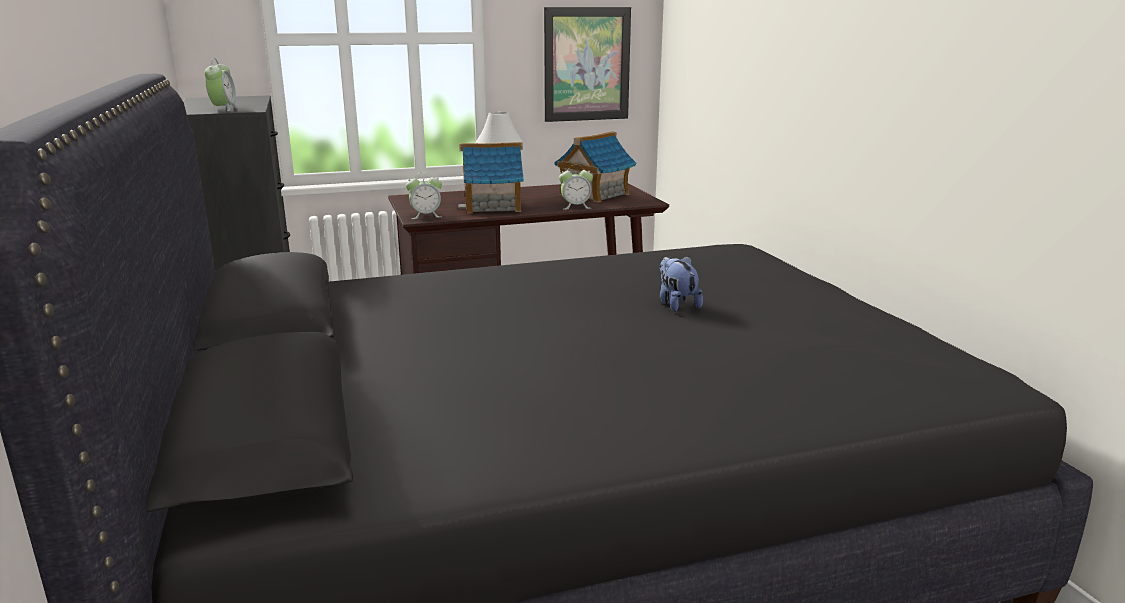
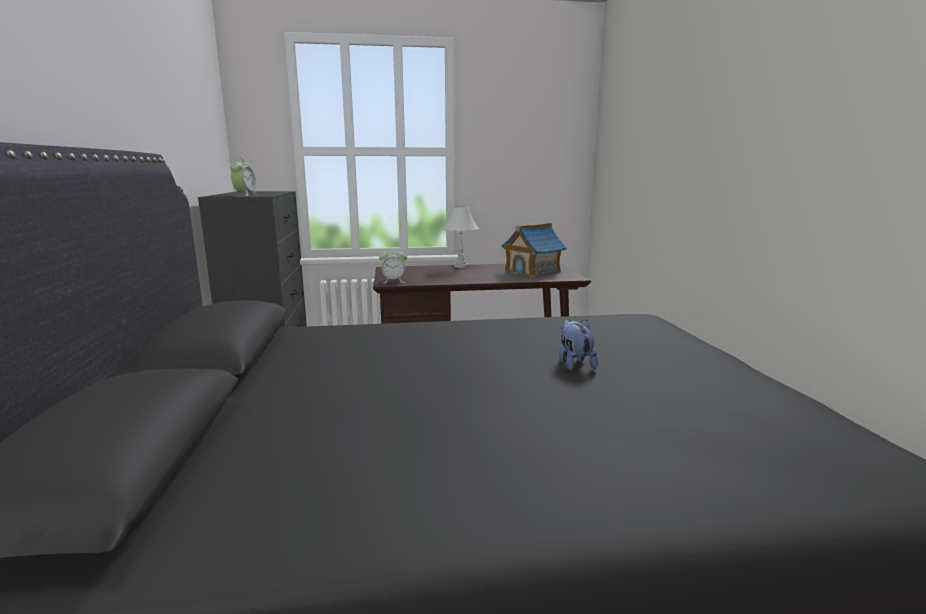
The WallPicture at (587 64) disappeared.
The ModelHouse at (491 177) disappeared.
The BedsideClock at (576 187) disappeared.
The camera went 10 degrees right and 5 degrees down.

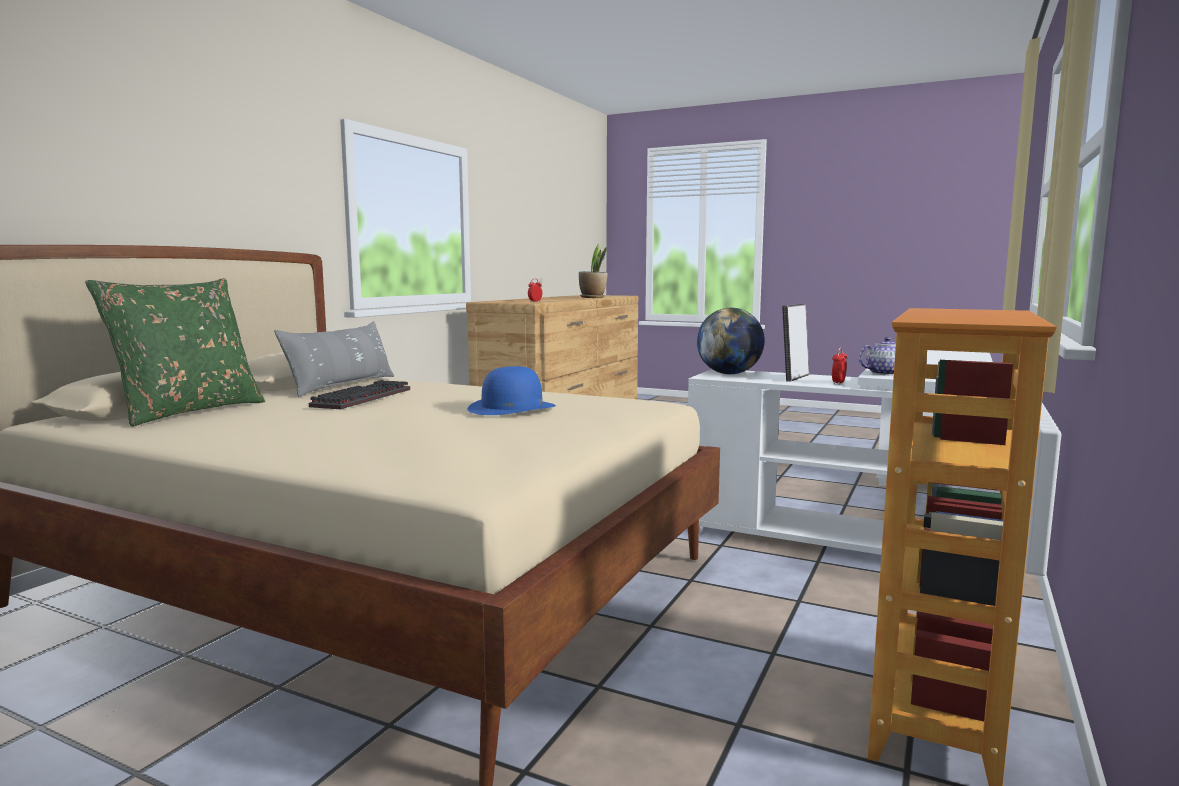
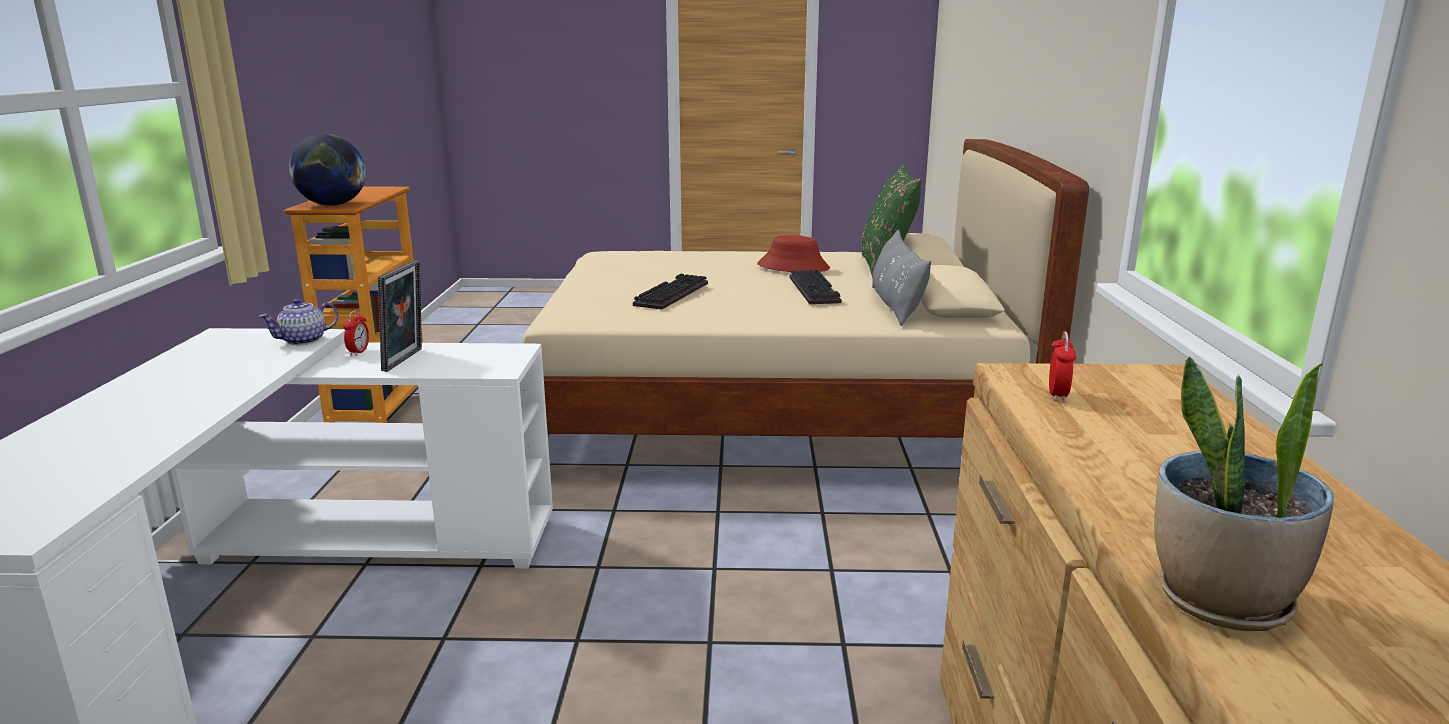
The Globe moved from (731 341) to (327 170).
The BluishClothingHat at (511 390) was replaced by the PcKeyboard at (670 291).
The RedColouredClothingHat at (793 253) appeared.
The camera went 155 degrees right and 10 degrees up.

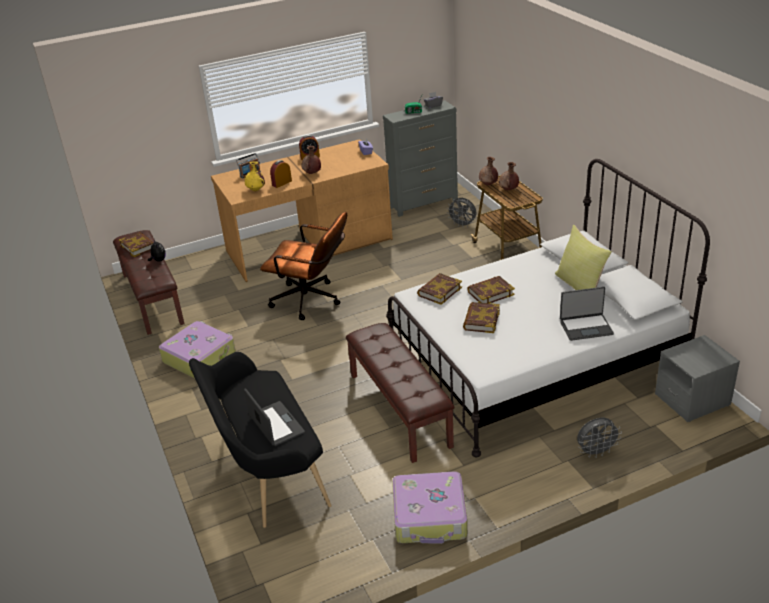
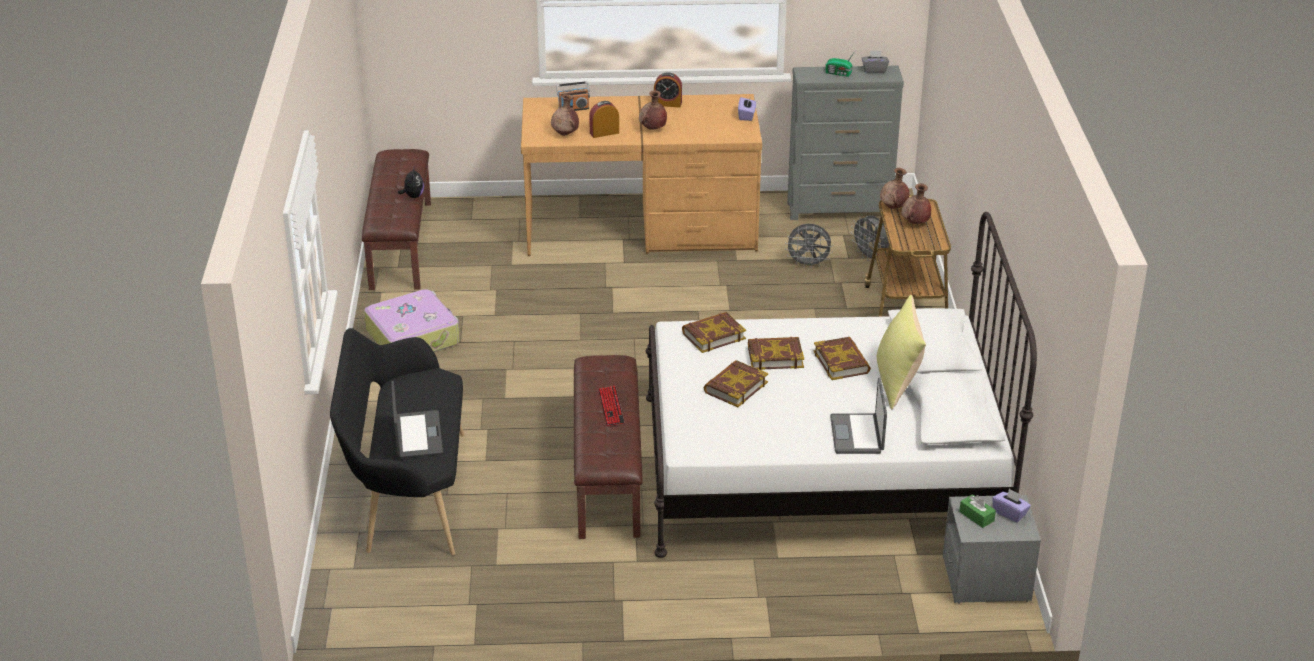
The YellowishFlowerVase at (254 176) became the BrownColouredFlowerVase at (565 115).
The BrownColouredComputerChair at (303 266) disappeared.
The Book moved from (136 244) to (842 358).
The PortableComputer at (587 314) turned 75 degrees clockwise.
The GreyFan moved from (599 438) to (809 246).
The TravelCase at (430 507) disappeared.
The PcKeyboard at (611 406) appeared.
The PurpleTissueHolder at (1011 505) appeared.
The GreenishTissueHolder at (977 511) appeared.
The camera went 20 degrees right and 0 degrees up.

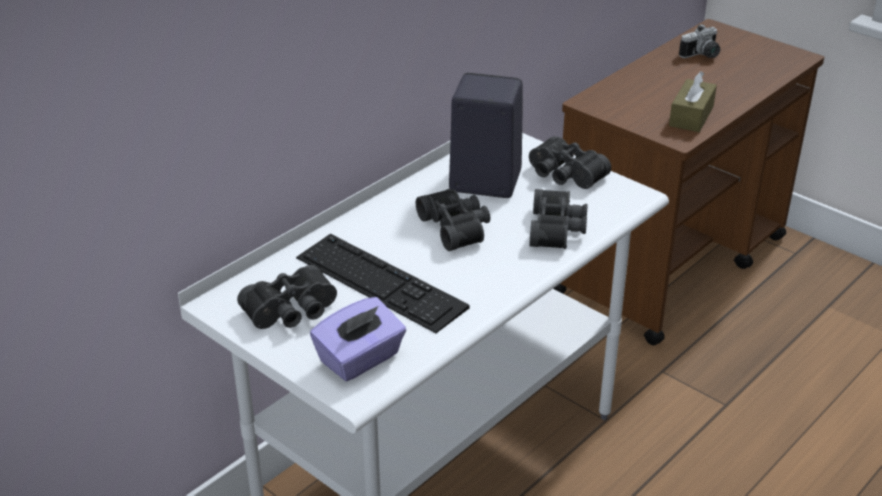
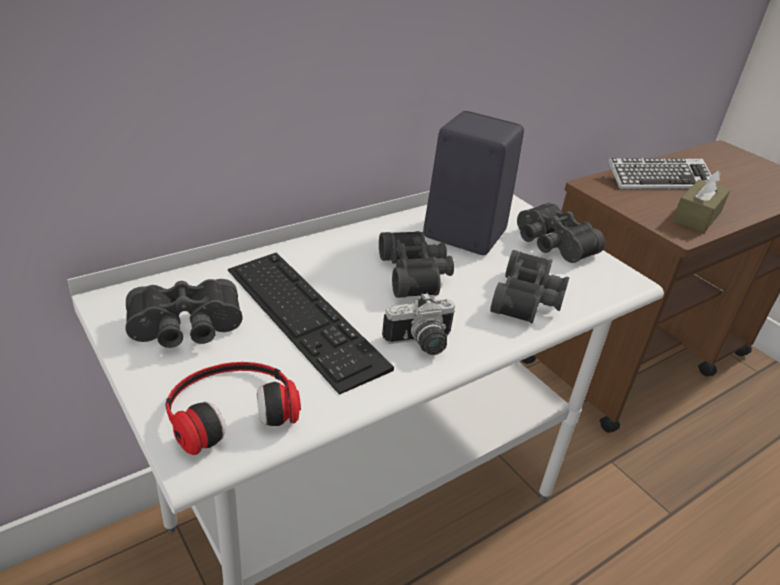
The PhotoCamera moved from (699 41) to (418 324).
The PurpleTissueHolder at (358 339) was replaced by the PairOfHeadphones at (233 408).
The PcKeyboard at (660 174) appeared.
The camera went 10 degrees right and 0 degrees up.

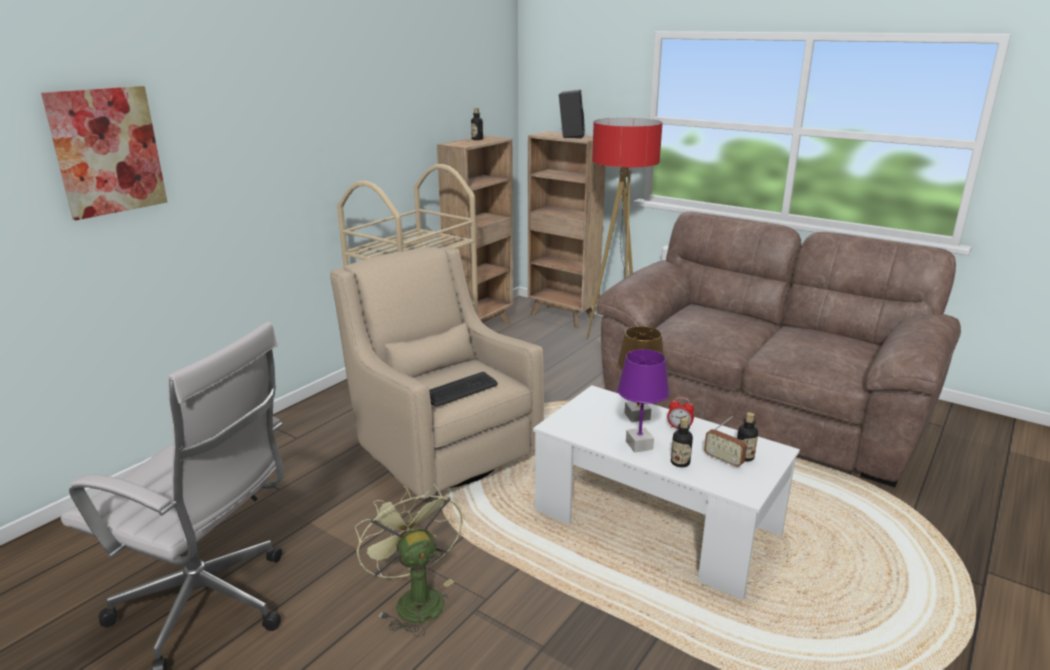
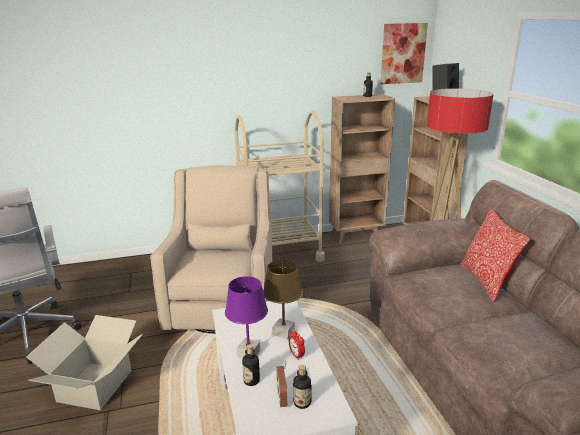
The WallPicture moved from (104 153) to (404 53).
The PcKeyboard at (463 389) disappeared.
The GreenishFan at (409 560) was replaced by the CardboardBox at (84 362).
The Pillow at (495 255) appeared.
The camera went 40 degrees right and 0 degrees up.

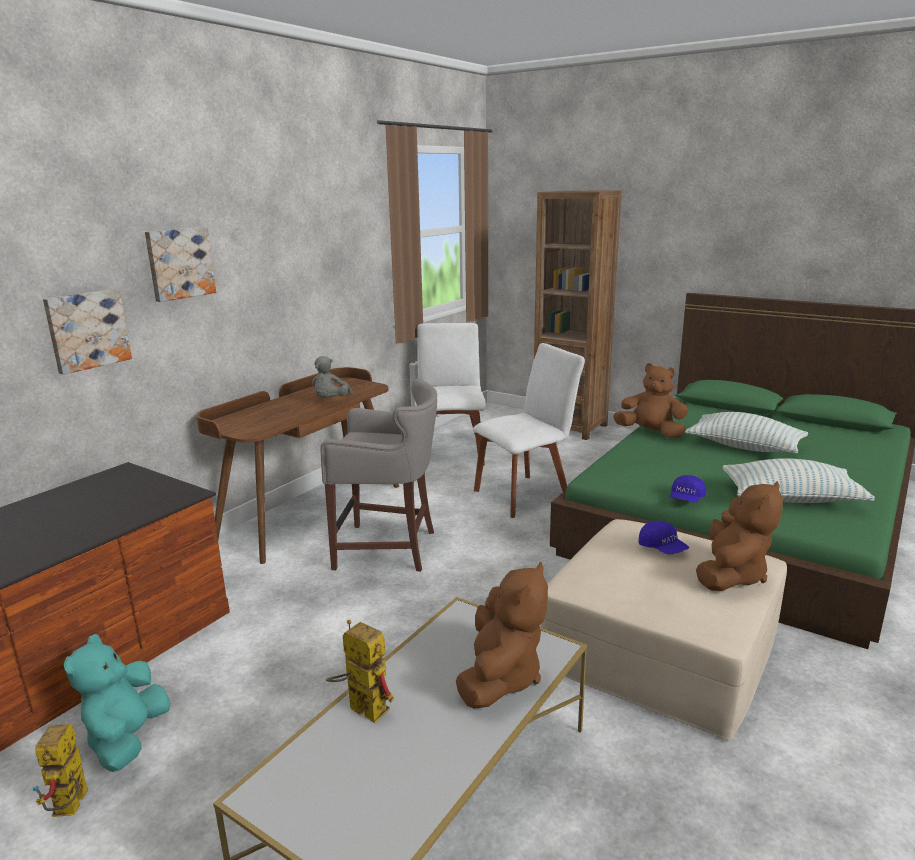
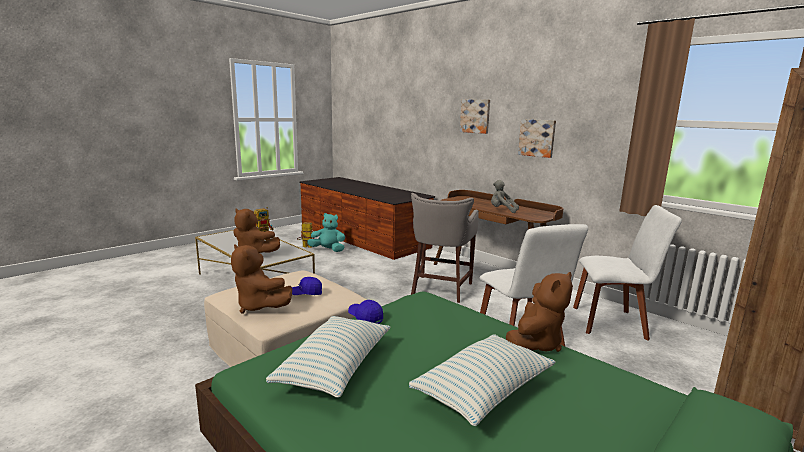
The WallPicture moved from (87 332) to (537 138).
The camera went 100 degrees right and 5 degrees down.

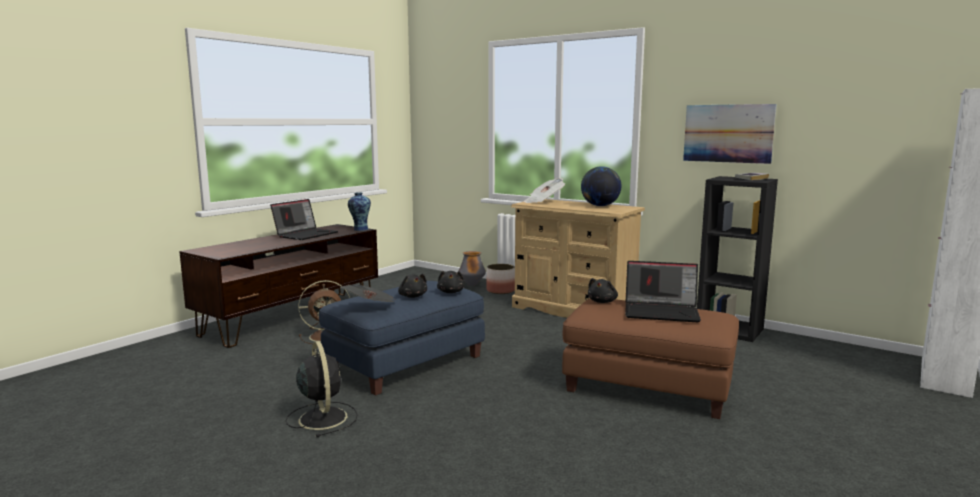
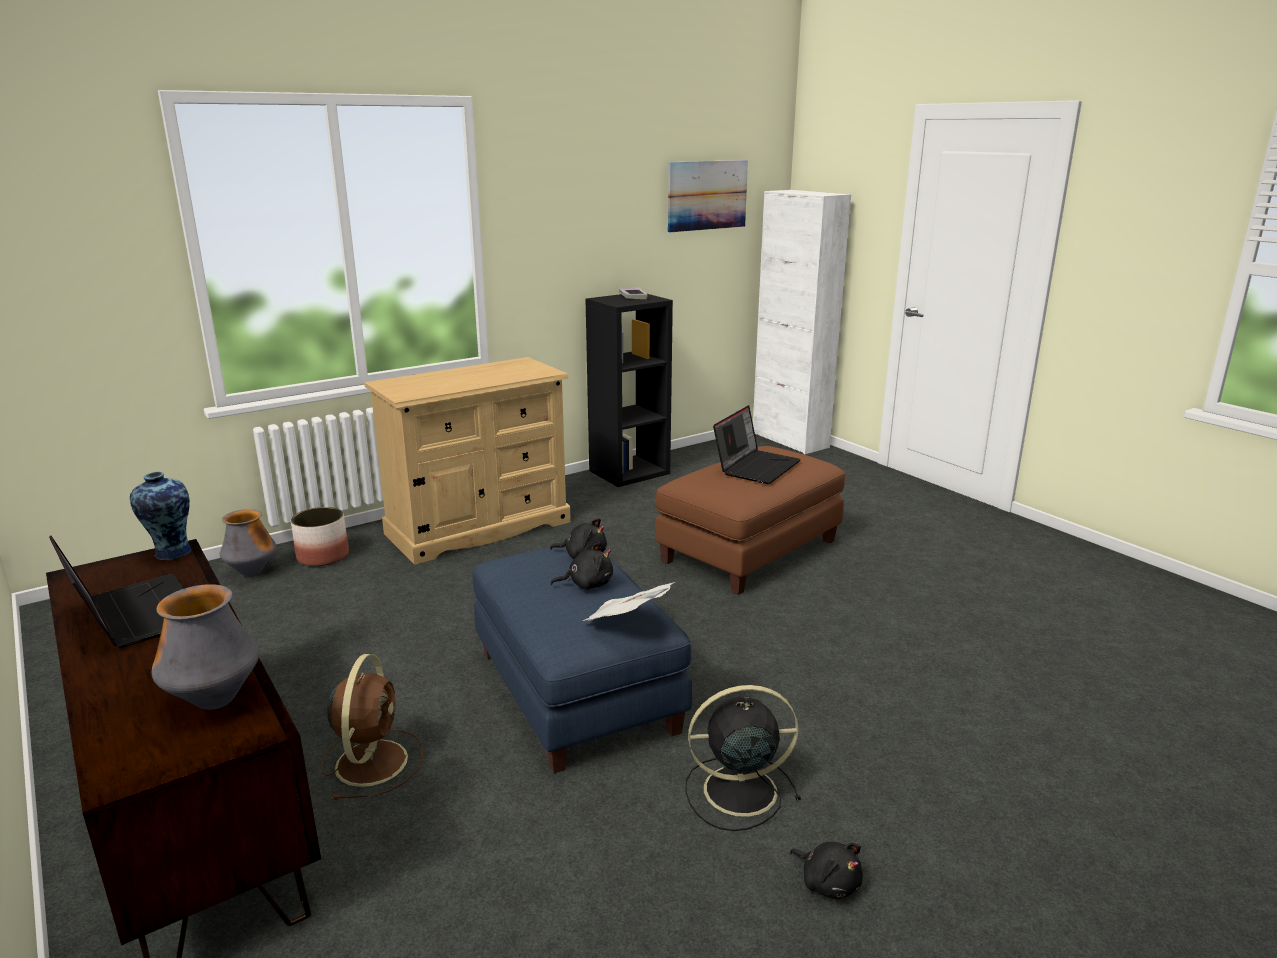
The WallPicture moved from (730 134) to (708 196).
The Globe at (601 186) disappeared.
The Newspaper at (544 190) disappeared.
The BlackColouredPlushToy moved from (603 290) to (826 870).
The FlowerVase at (205 647) appeared.
The camera went 70 degrees left and 10 degrees up.

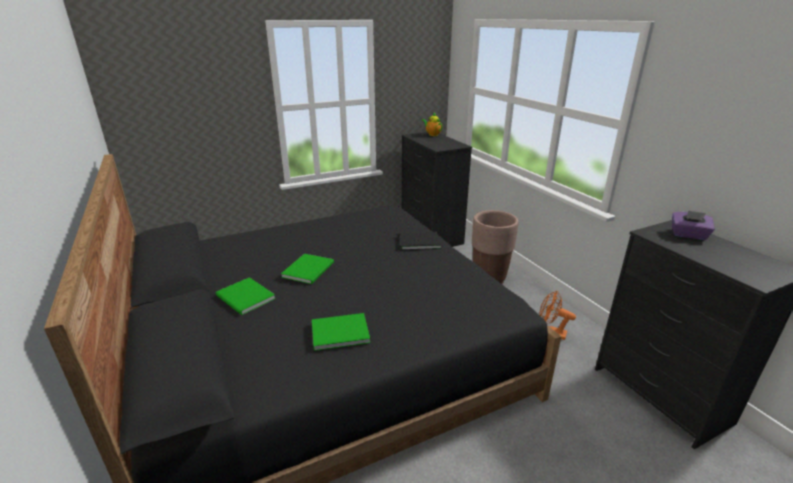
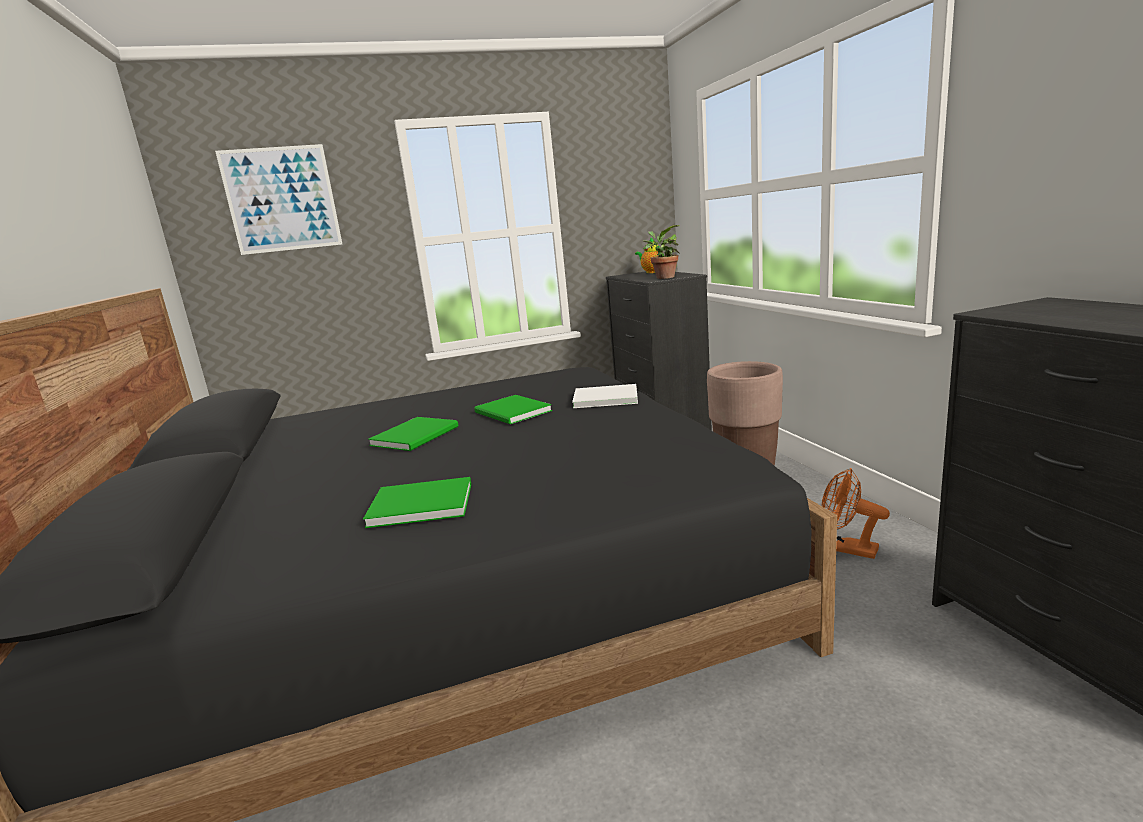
The PurpleTissueHolder at (693 225) disappeared.
The BlackColouredBook at (420 241) became the WhiteColouredBook at (605 396).
The GreenishBook moved from (246 296) to (513 409).
The WallPicture at (278 199) appeared.
The Houseplant at (661 252) appeared.
The camera went 10 degrees right and 10 degrees down.

